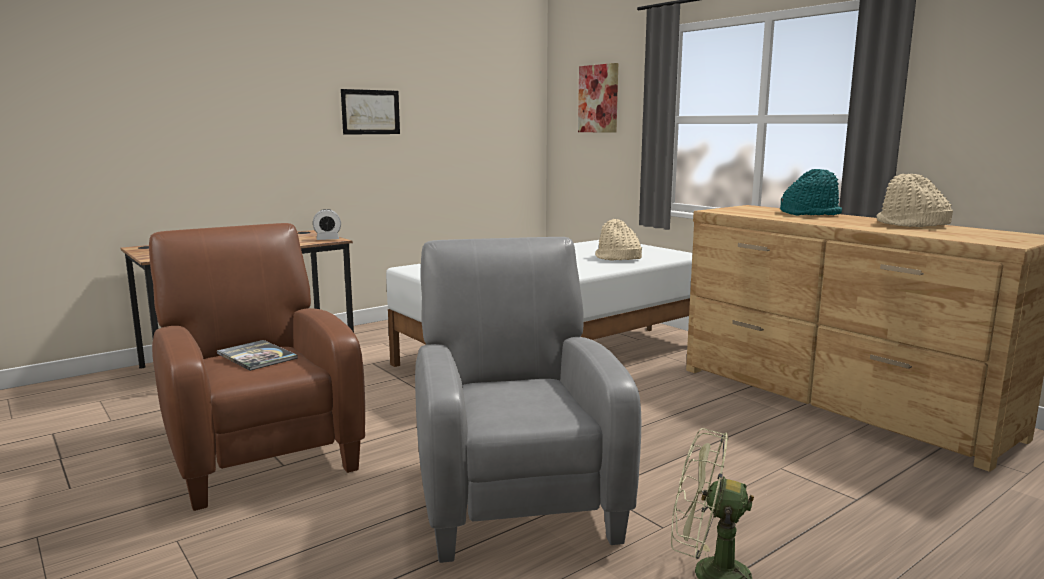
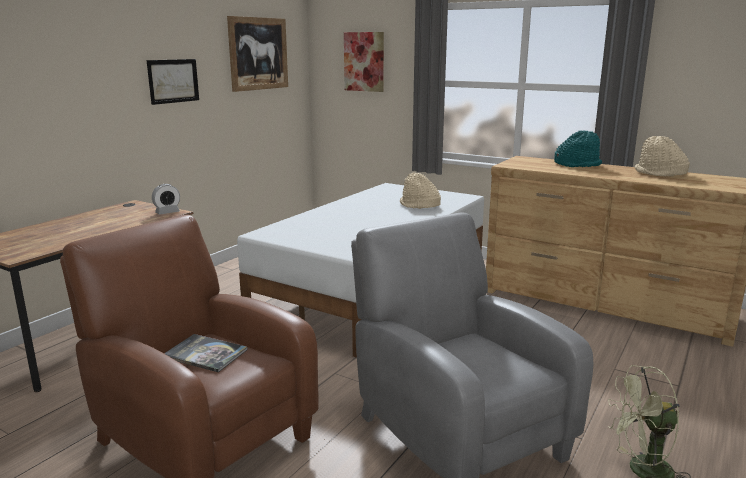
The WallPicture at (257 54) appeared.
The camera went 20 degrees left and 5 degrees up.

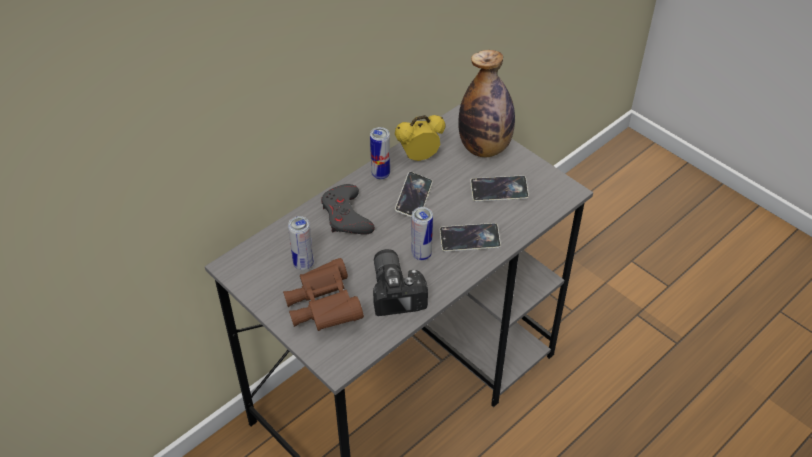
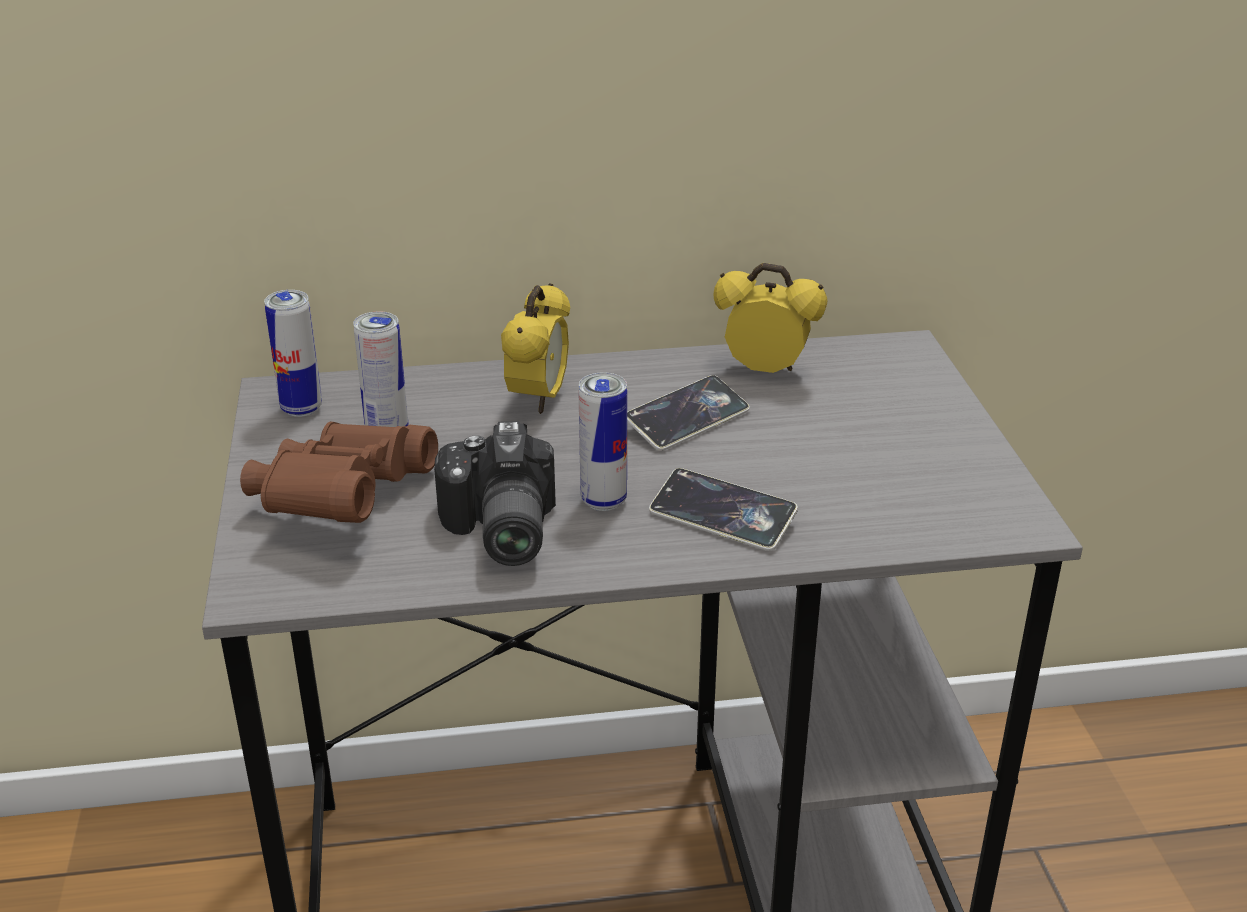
The BeverageBottle at (486 103) disappeared.
The Can moved from (380 153) to (293 353).
The Handset at (499 188) disappeared.
The GreyGamepad at (348 209) was replaced by the BedsideClock at (535 348).
The PhotoCamera at (400 282) turned 150 degrees clockwise.
The camera went 35 degrees right and 15 degrees down.

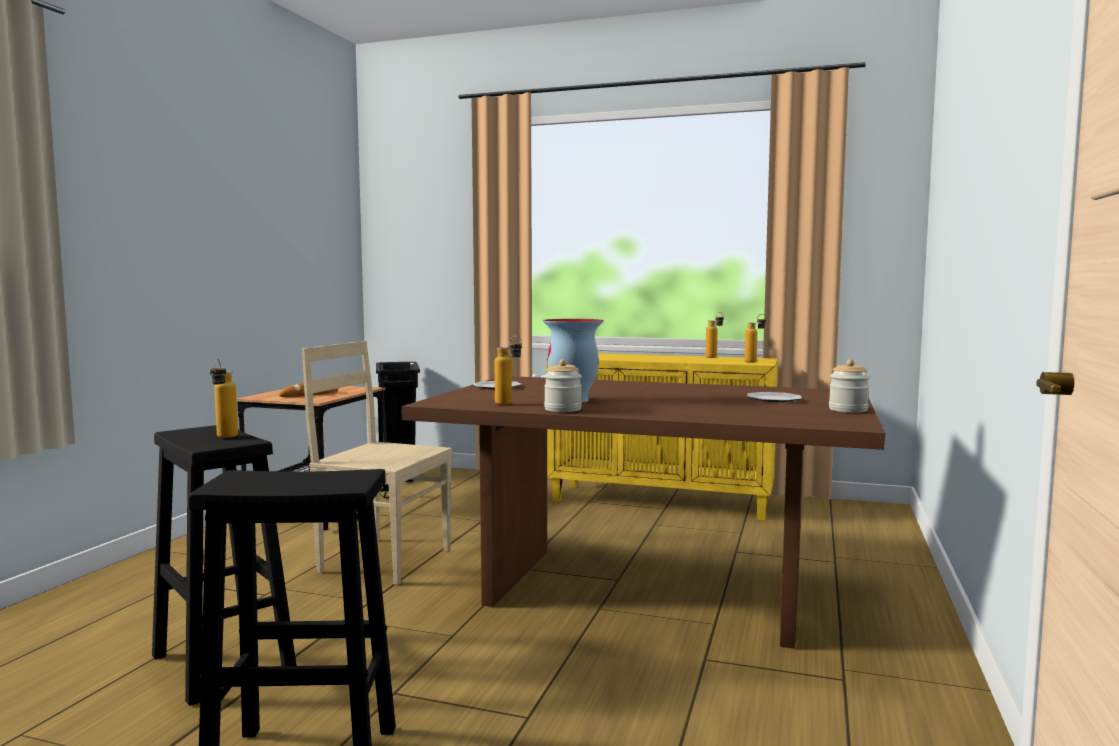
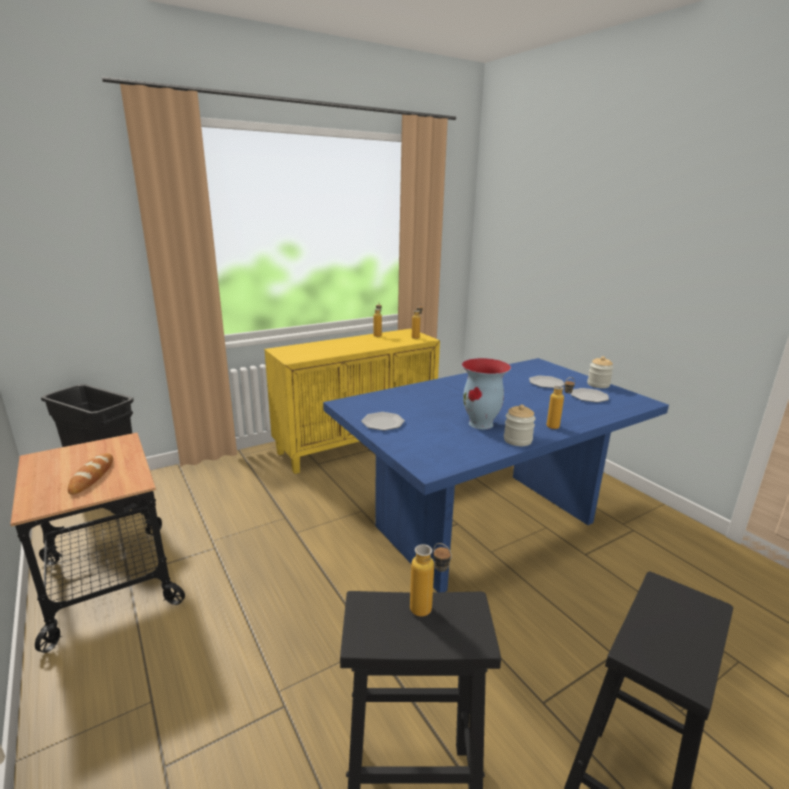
The BeverageBottle moved from (508 370) to (561 403).
The SandColouredUprightChair at (377 463) disappeared.
The BrownColouredKitchenTable at (643 512) became the BluishKitchenTable at (496 475).
The FlatDish at (590 395) appeared.
The camera went 50 degrees left and 15 degrees up.

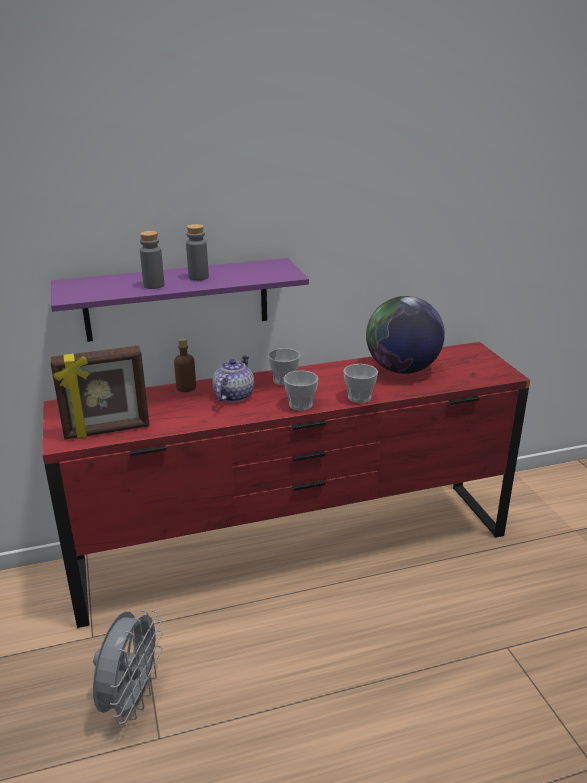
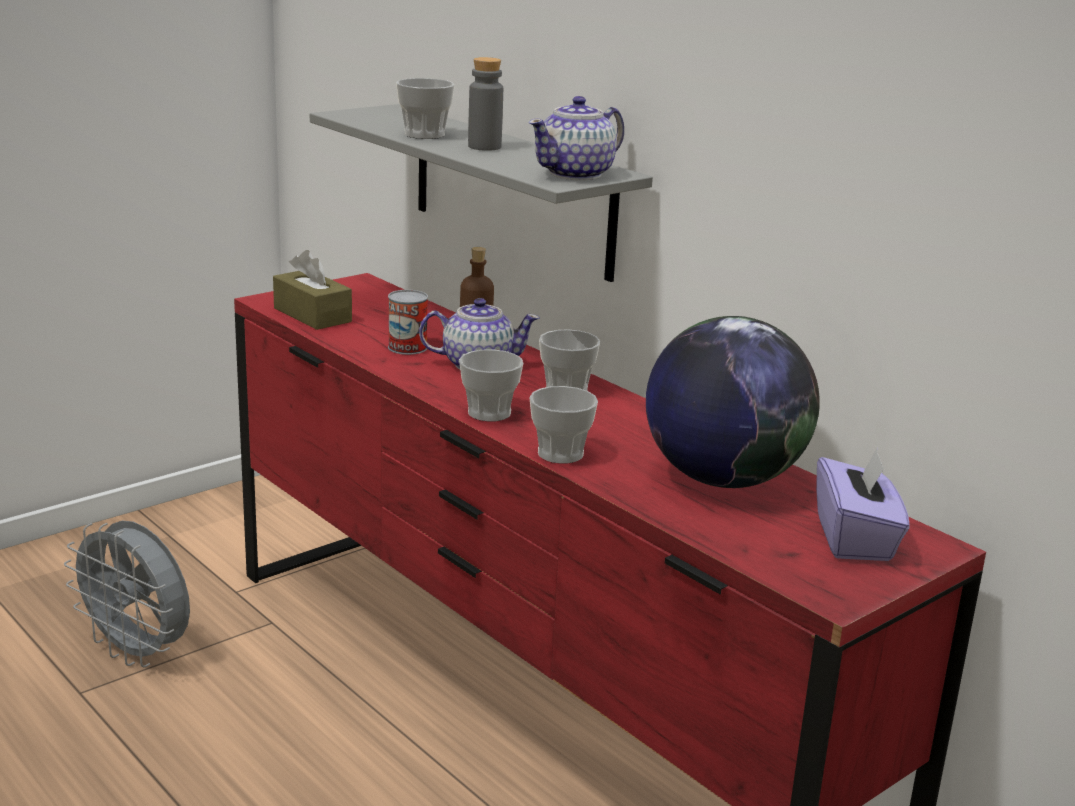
The GreyBeverageBottle at (152 260) was replaced by the Cup at (425 108).
The PurpleShelf at (180 300) became the GreyShelf at (481 193).
The PhotoFrame at (100 392) was replaced by the BrownColouredTissueHolder at (312 290).
The GreyFan at (128 667) turned 45 degrees clockwise.
The PotForTea at (576 138) appeared.
The Can at (408 322) appeared.
The PurpleTissueHolder at (863 505) appeared.
The camera went 65 degrees right and 5 degrees down.

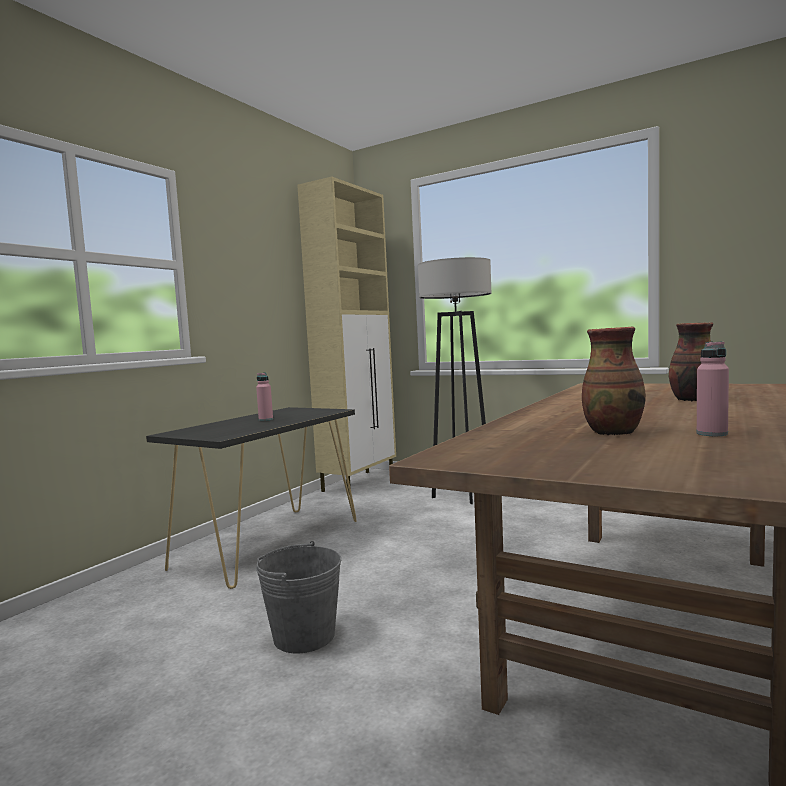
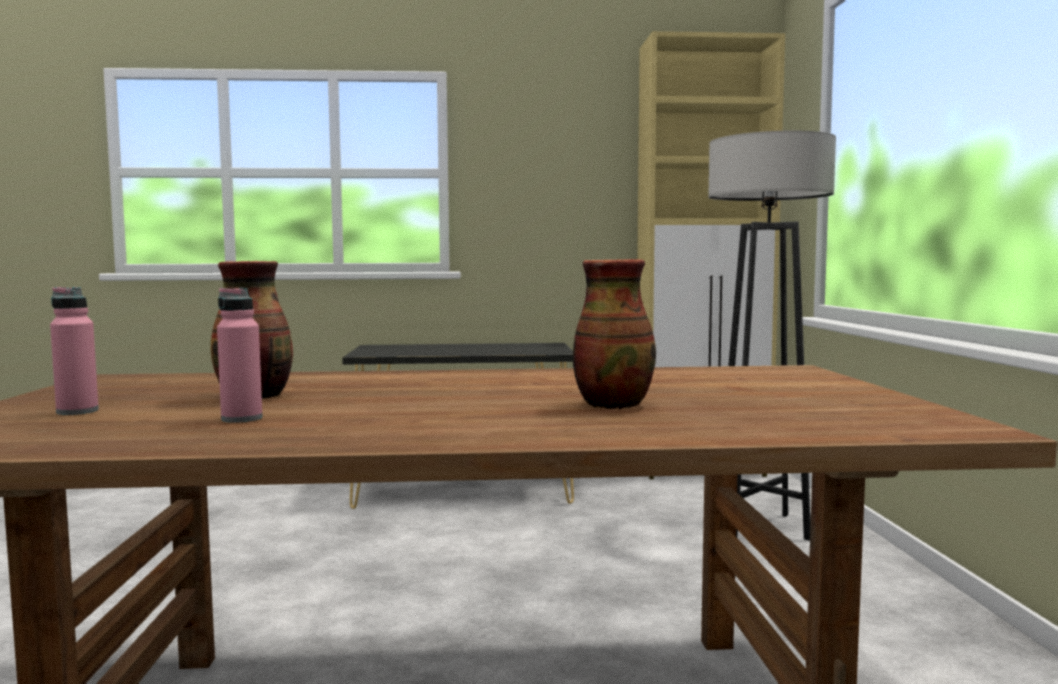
The PinkColouredBeverageBottle moved from (264 397) to (74 351).
The GreyWaterBucket at (298 597) disappeared.
The camera went 55 degrees right and 0 degrees up.

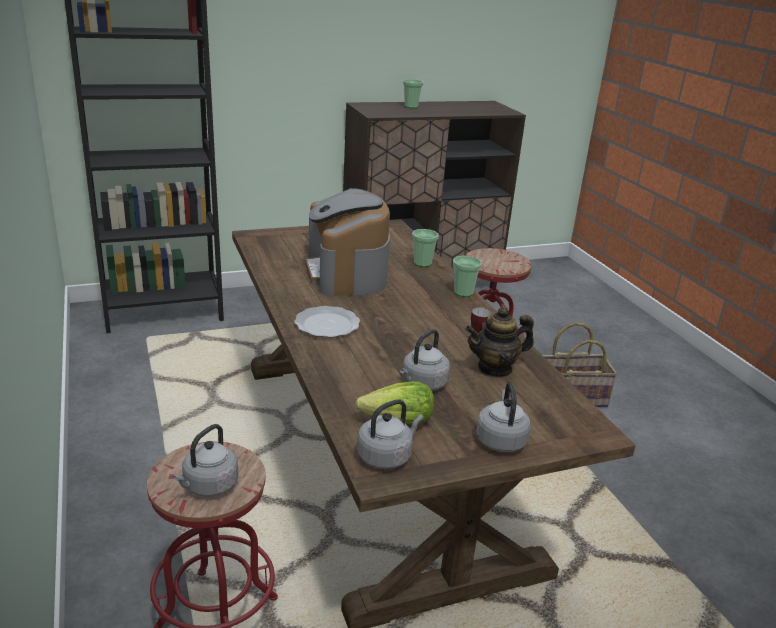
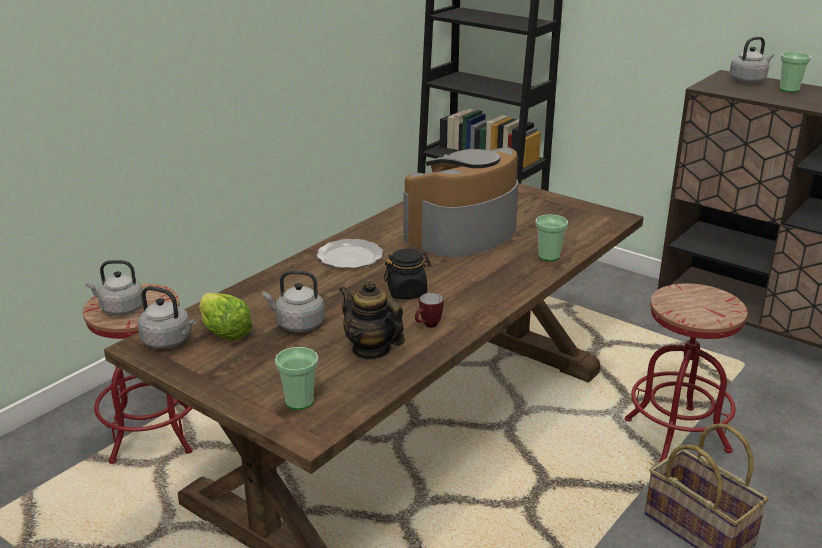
The Cup moved from (467 276) to (296 378).
The GreyWaterKettle moved from (503 417) to (751 60).
The BlackColouredJar at (407 274) appeared.
The camera went 60 degrees right and 0 degrees up.

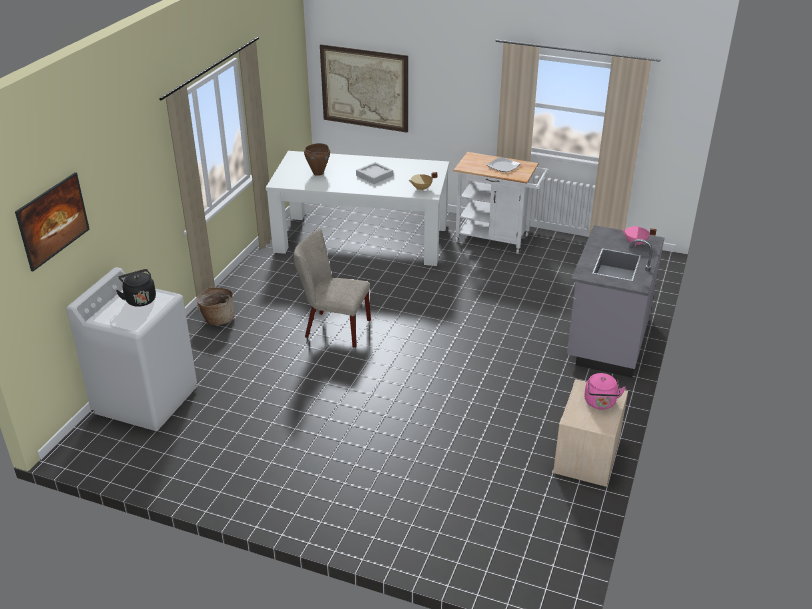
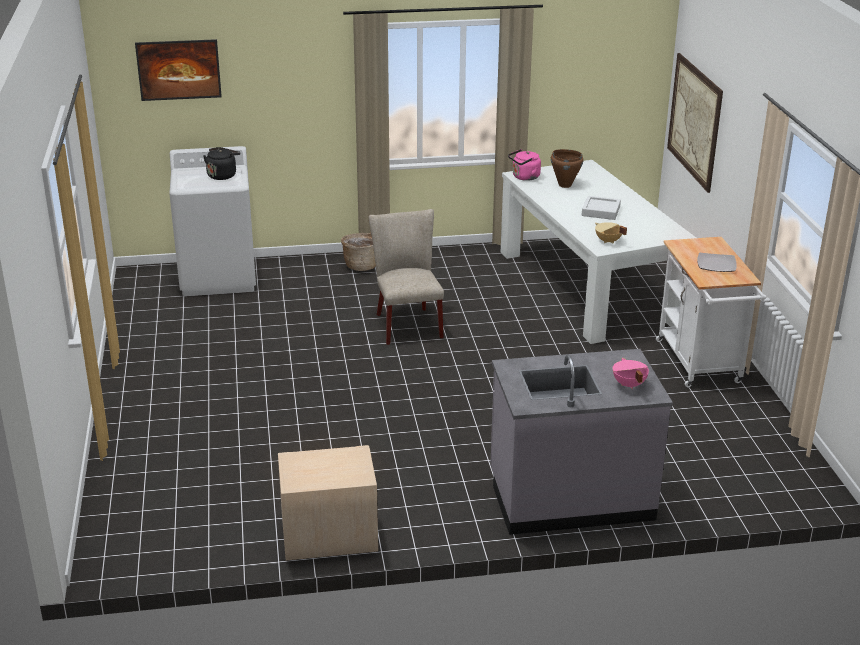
The PinkColouredWaterKettle moved from (605 391) to (524 165).
The camera went 60 degrees right and 5 degrees down.

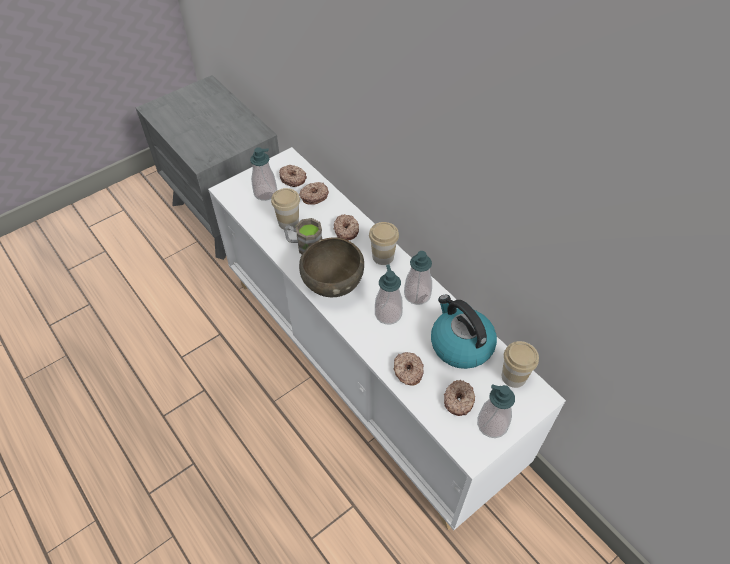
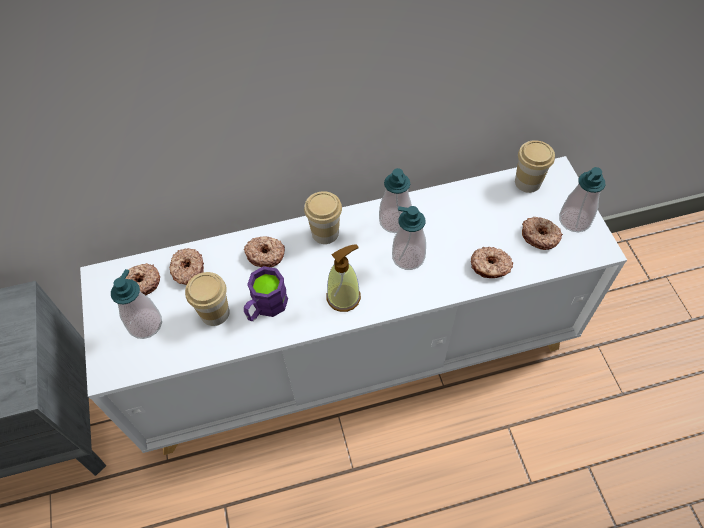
The BrownColouredMug at (303 236) became the PurpleMug at (266 293).
The BrownColouredDeepDish at (331 267) was replaced by the LiquidSoapBottle at (344 278).
The WaterKettle at (464 332) disappeared.
The camera went 65 degrees left and 5 degrees up.

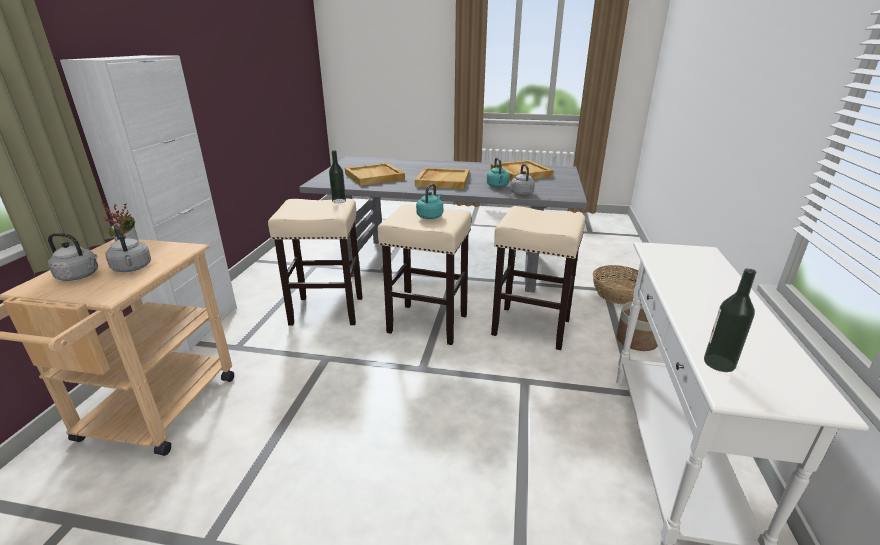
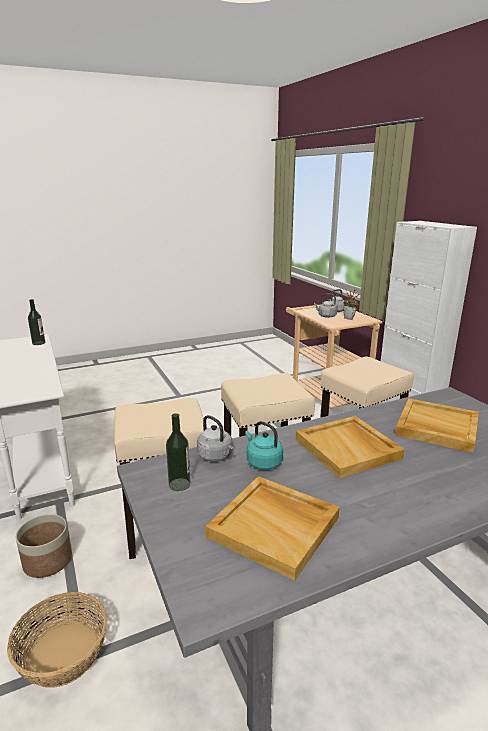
The BeverageBottle moved from (337 176) to (178 452).
The TurquoiseWaterKettle at (429 201) disappeared.
The camera went 145 degrees right and 5 degrees down.

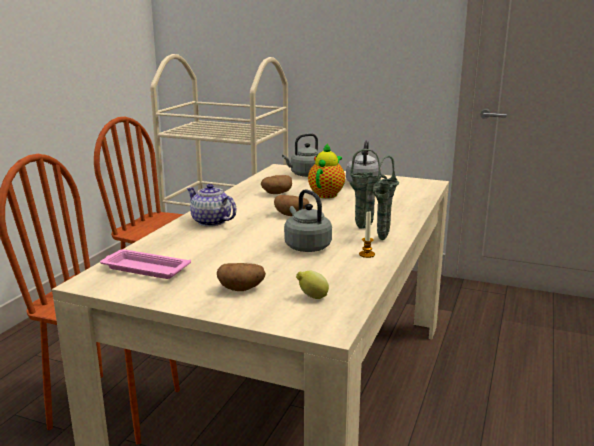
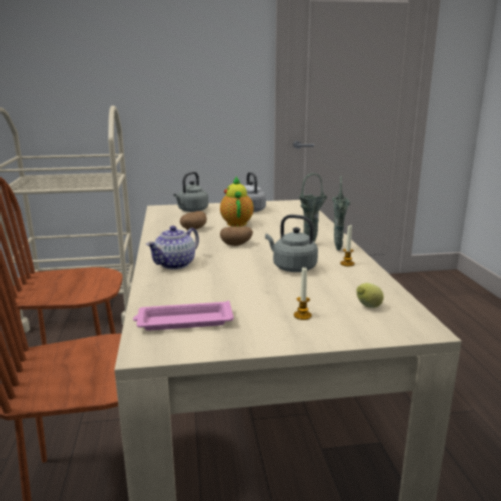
The PotForTea at (211 205) turned 60 degrees counterclockwise.
The Spud at (241 277) was replaced by the Candle at (303 293).
The camera went 30 degrees left and 0 degrees up.

